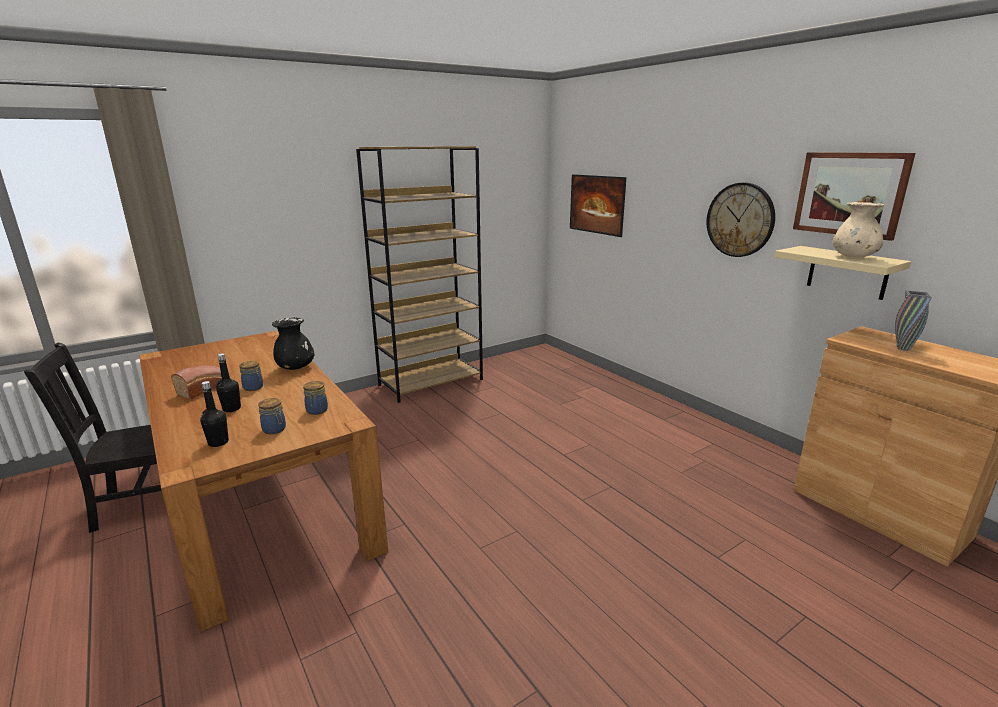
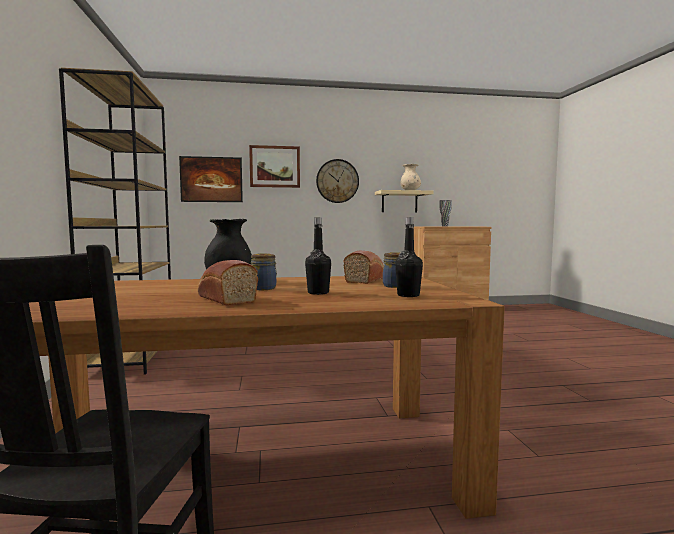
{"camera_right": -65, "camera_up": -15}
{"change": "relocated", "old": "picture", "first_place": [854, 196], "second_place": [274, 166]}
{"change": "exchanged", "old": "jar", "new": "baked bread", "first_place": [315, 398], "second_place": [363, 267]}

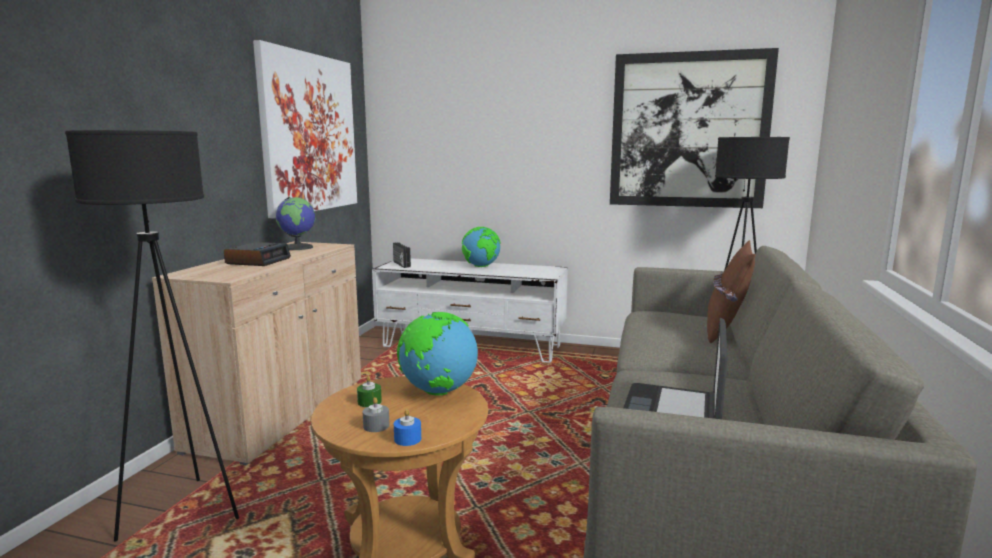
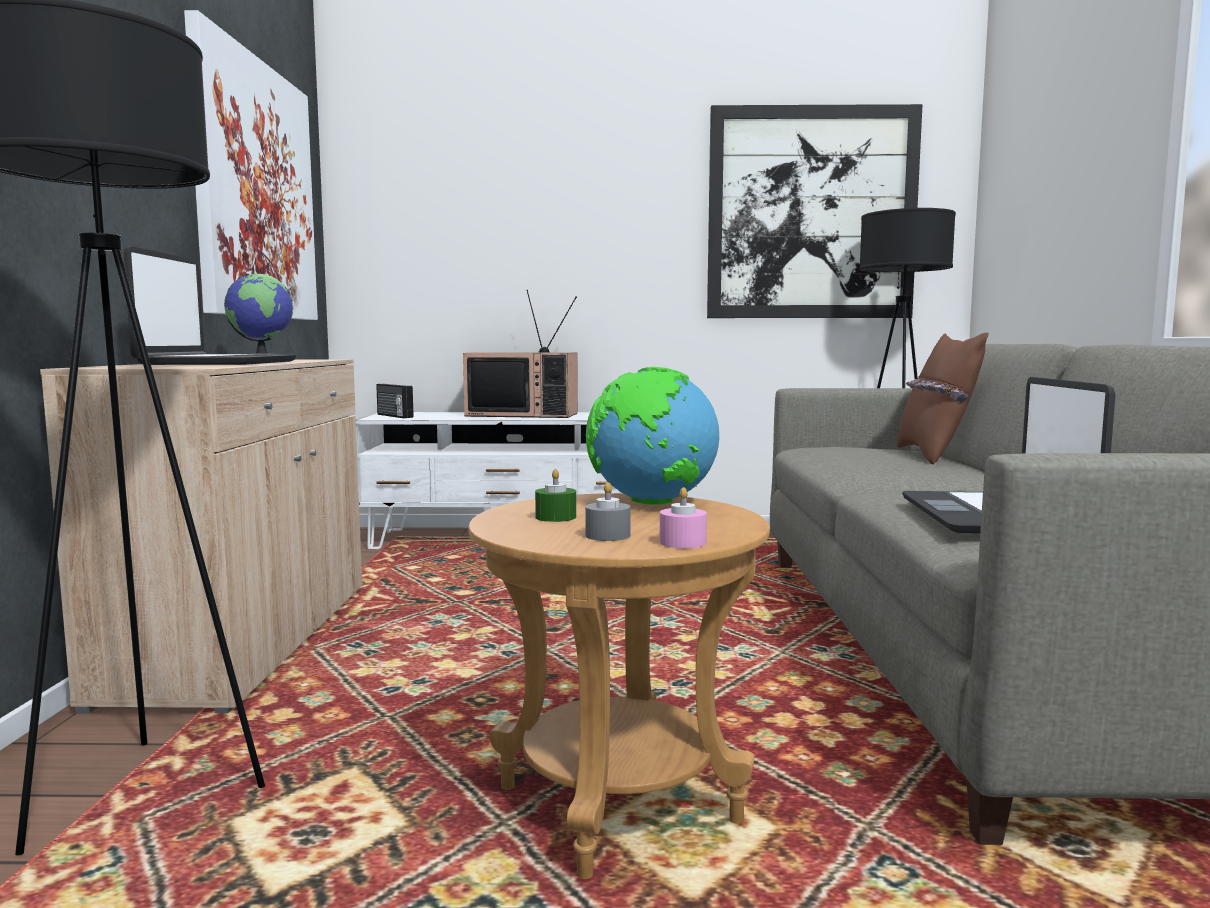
{"camera_right": -15, "camera_up": -5}
{"change": "exchanged", "old": "bedside clock", "new": "laptop", "first_place": [257, 254], "second_place": [209, 305]}
{"change": "exchanged", "old": "globe", "new": "TV set", "first_place": [481, 247], "second_place": [520, 354]}
{"change": "colour", "old": "wax light in blue-coloured", "new": "wax light in pink", "first_place": [407, 427], "second_place": [683, 517]}

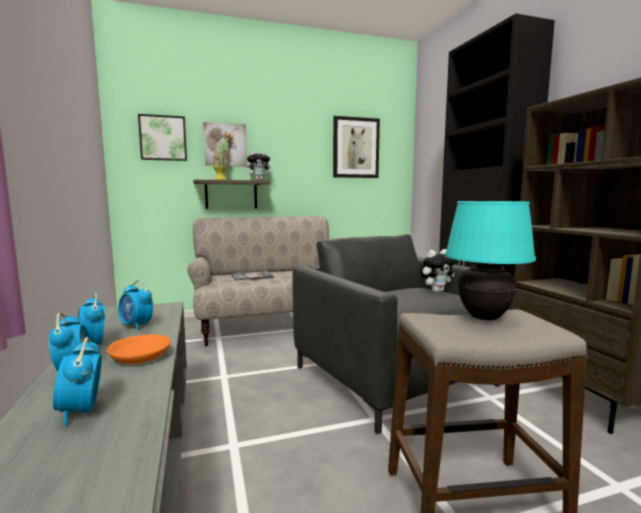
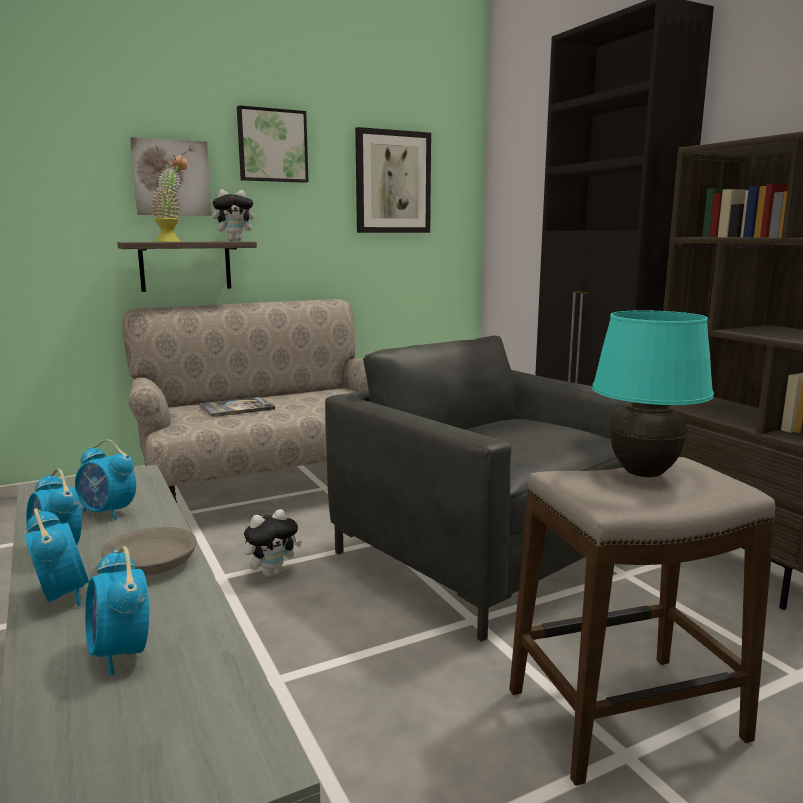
{"camera_right": -10, "camera_up": 5}
{"change": "colour", "old": "bowl in orange", "new": "bowl in gray", "first_place": [139, 349], "second_place": [149, 551]}
{"change": "relocated", "old": "picture", "first_place": [162, 137], "second_place": [273, 144]}
{"change": "relocated", "old": "plush toy", "first_place": [438, 270], "second_place": [273, 543]}

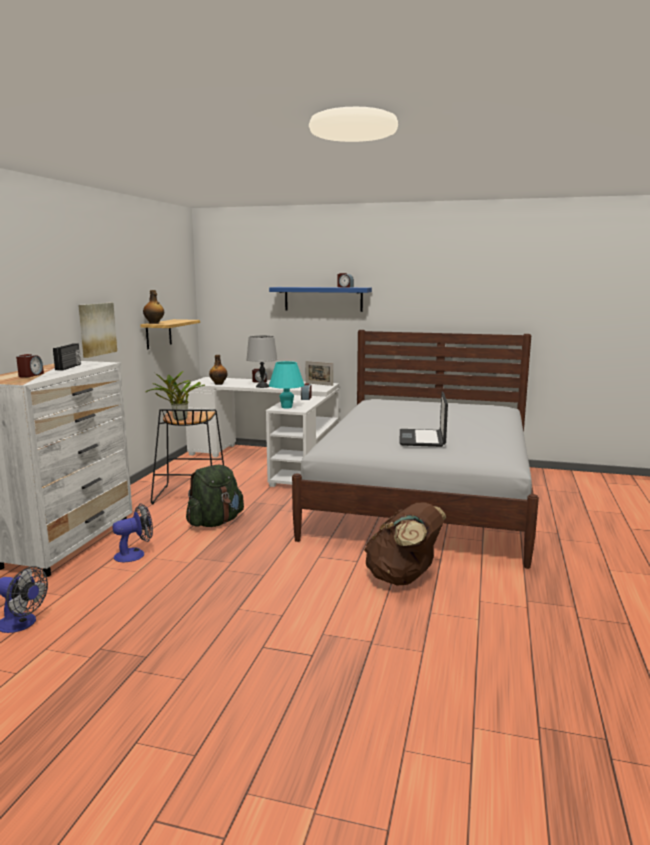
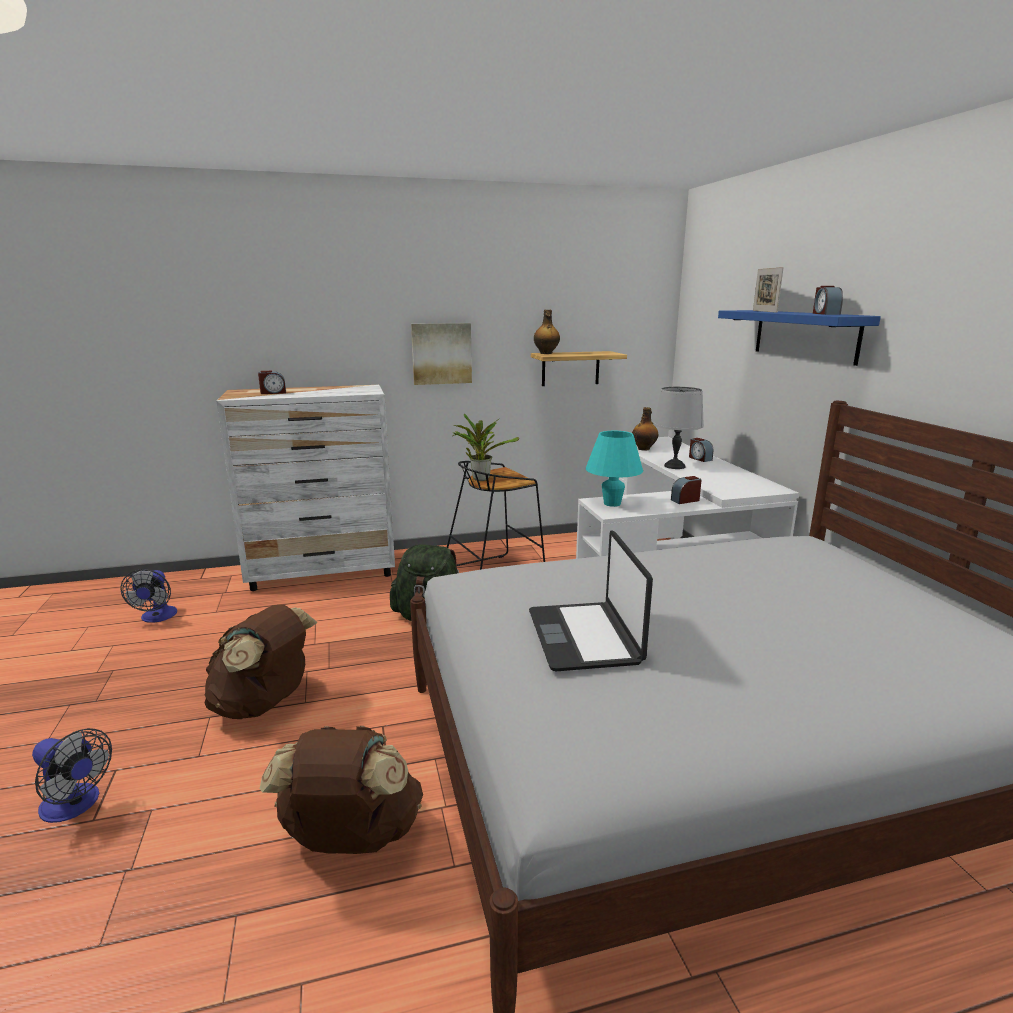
{"camera_right": 60, "camera_up": 5}
{"change": "relocated", "old": "electric fan", "first_place": [132, 532], "second_place": [72, 775]}
{"change": "appeared", "new": "backpack in brownish", "second_place": [261, 662]}
{"change": "spun", "old": "laptop", "first_place": [423, 419], "second_place": [591, 601], "degrees": -75}
{"change": "relocated", "old": "picture frame", "first_place": [319, 373], "second_place": [768, 290]}
{"change": "missing", "old": "radio receiver", "first_place": [67, 357]}

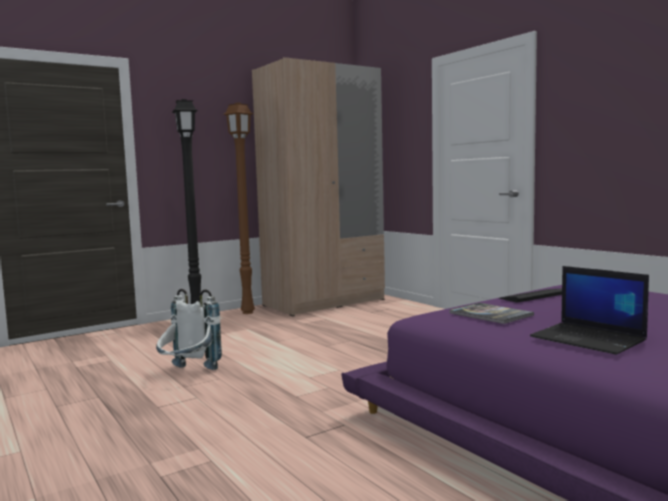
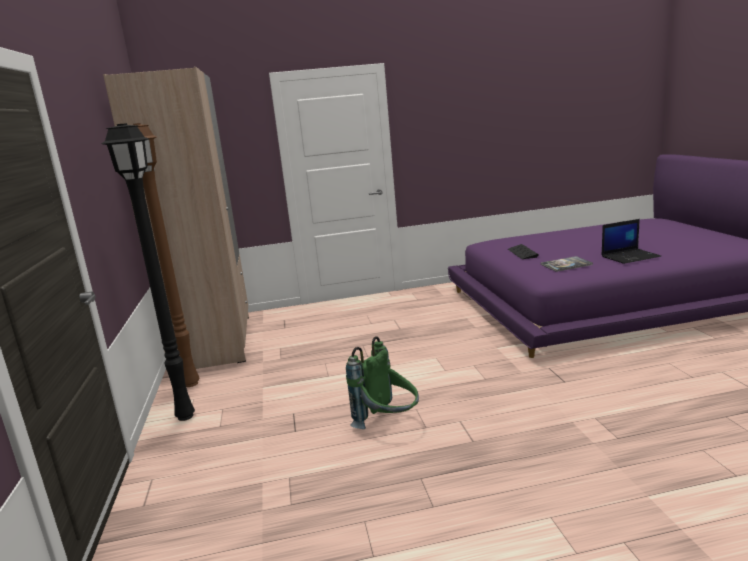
{"camera_right": -65, "camera_up": 10}
{"change": "colour", "old": "backpack in white", "new": "backpack in green", "first_place": [189, 329], "second_place": [382, 382]}

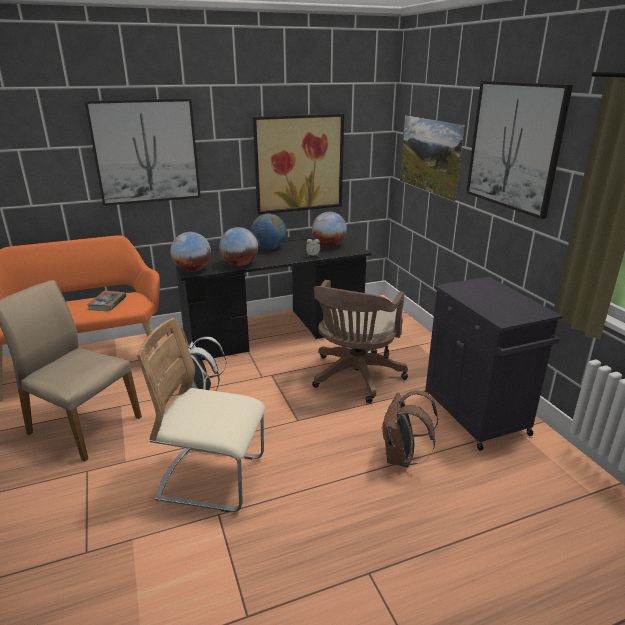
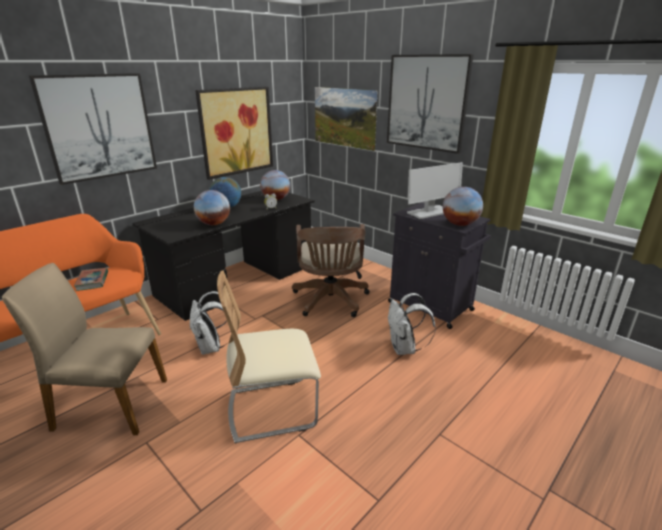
{"camera_right": -25, "camera_up": 0}
{"change": "colour", "old": "backpack in brownish", "new": "backpack in white", "first_place": [409, 429], "second_place": [412, 324]}
{"change": "appeared", "new": "monitor", "second_place": [435, 190]}
{"change": "relocated", "old": "globe", "first_place": [190, 252], "second_place": [463, 206]}

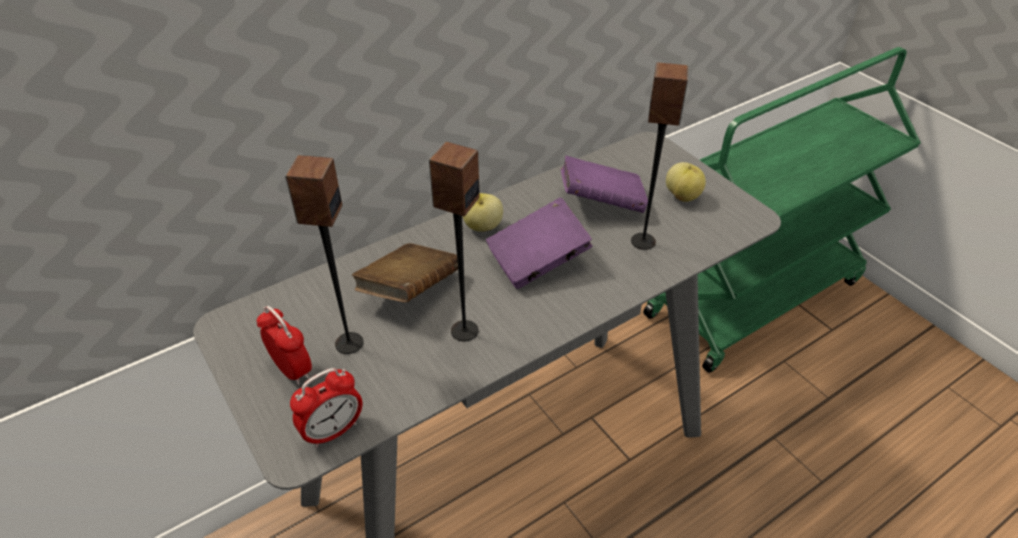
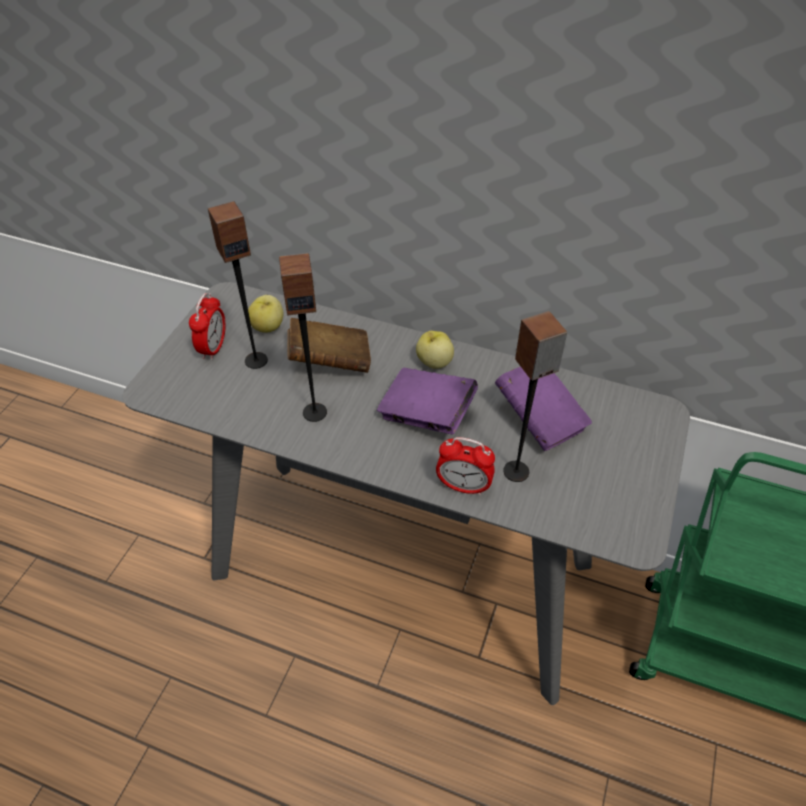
{"camera_right": 55, "camera_up": 5}
{"change": "relocated", "old": "whole apple", "first_place": [686, 182], "second_place": [266, 314]}
{"change": "relocated", "old": "bedside clock", "first_place": [326, 408], "second_place": [465, 466]}

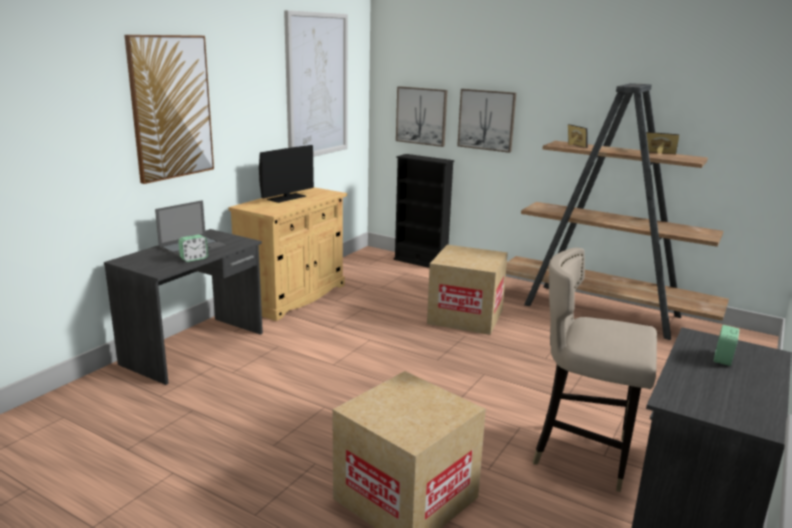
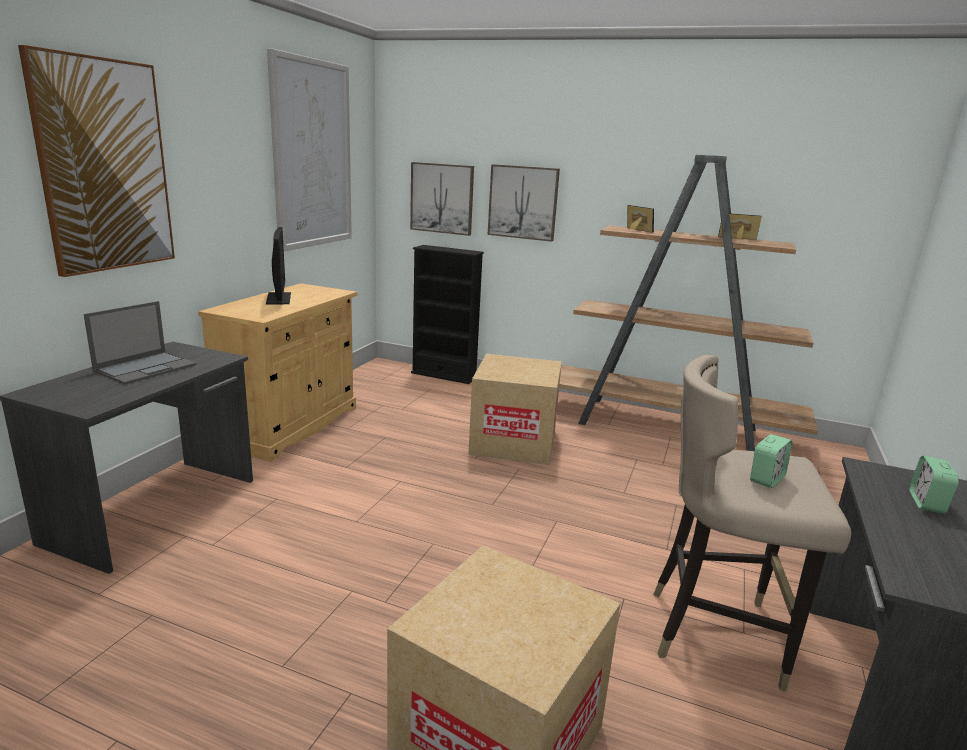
{"camera_right": -10, "camera_up": 0}
{"change": "spun", "old": "monitor", "first_place": [286, 174], "second_place": [278, 266], "degrees": -45}
{"change": "relocated", "old": "bedside clock", "first_place": [193, 248], "second_place": [771, 461]}

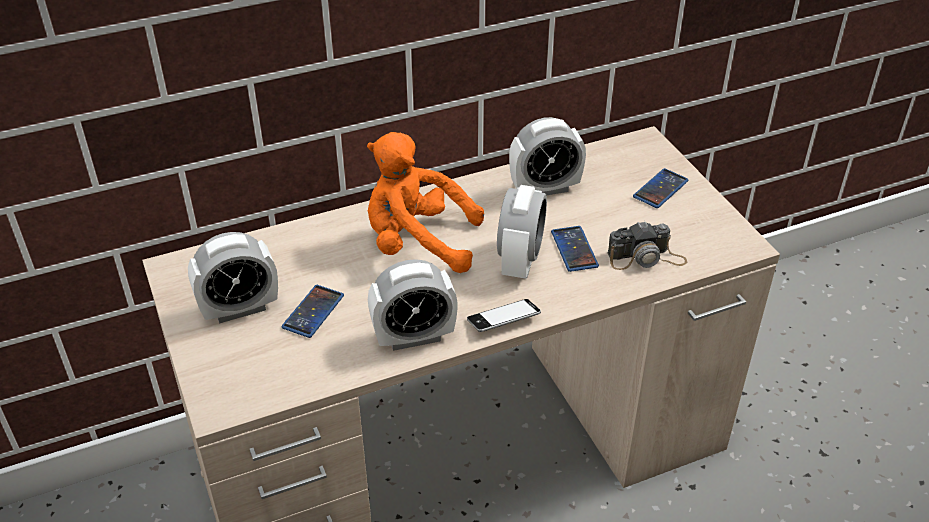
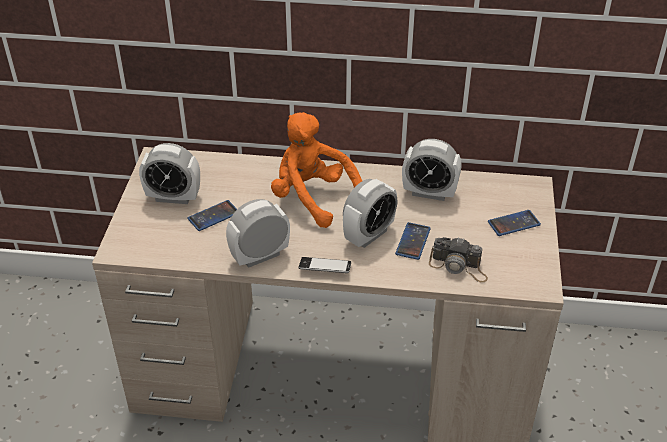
{"camera_right": 30, "camera_up": 0}
{"change": "spun", "old": "bedside clock", "first_place": [413, 305], "second_place": [258, 233], "degrees": 135}

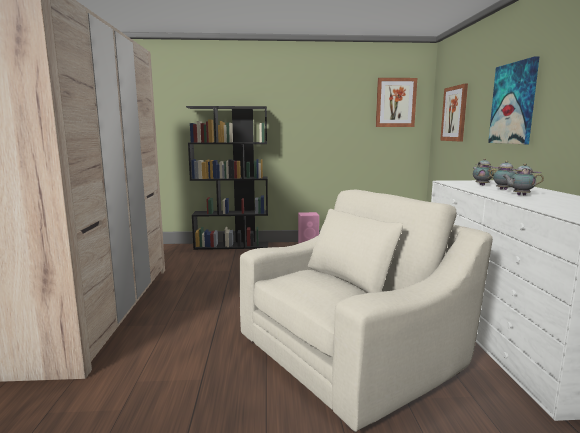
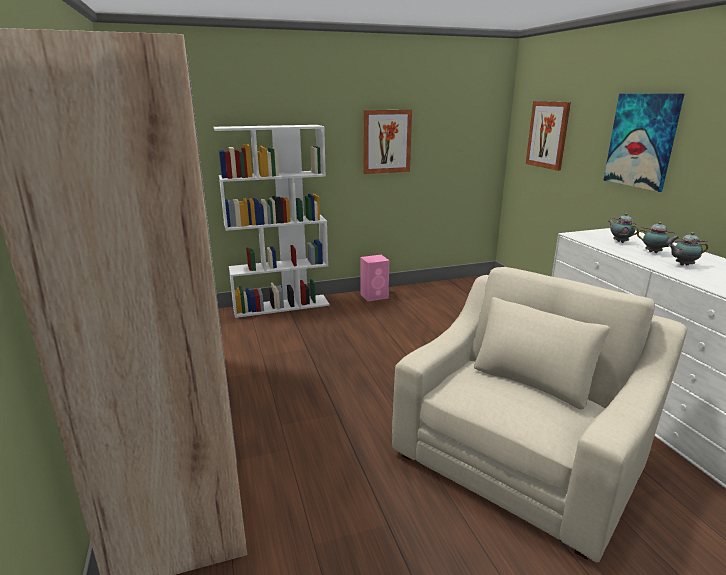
{"camera_right": -15, "camera_up": 10}
{"change": "colour", "old": "bookcase in blackish", "new": "bookcase in white", "first_place": [227, 178], "second_place": [271, 221]}
{"change": "relocated", "old": "picture", "first_place": [396, 102], "second_place": [387, 142]}

